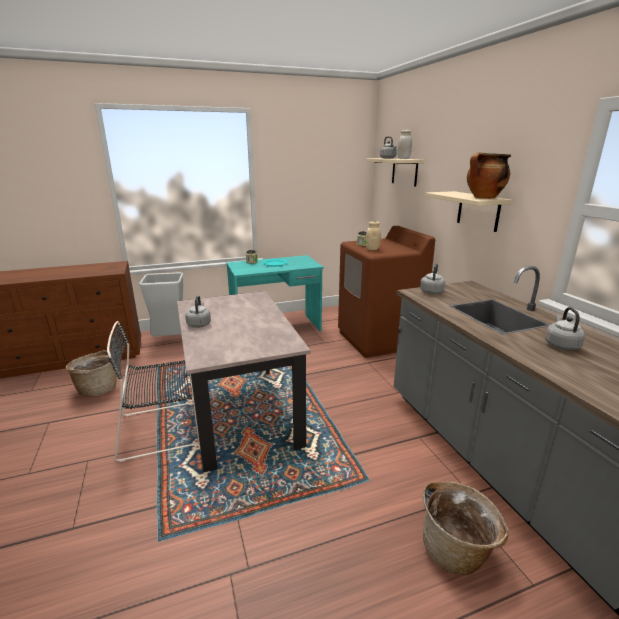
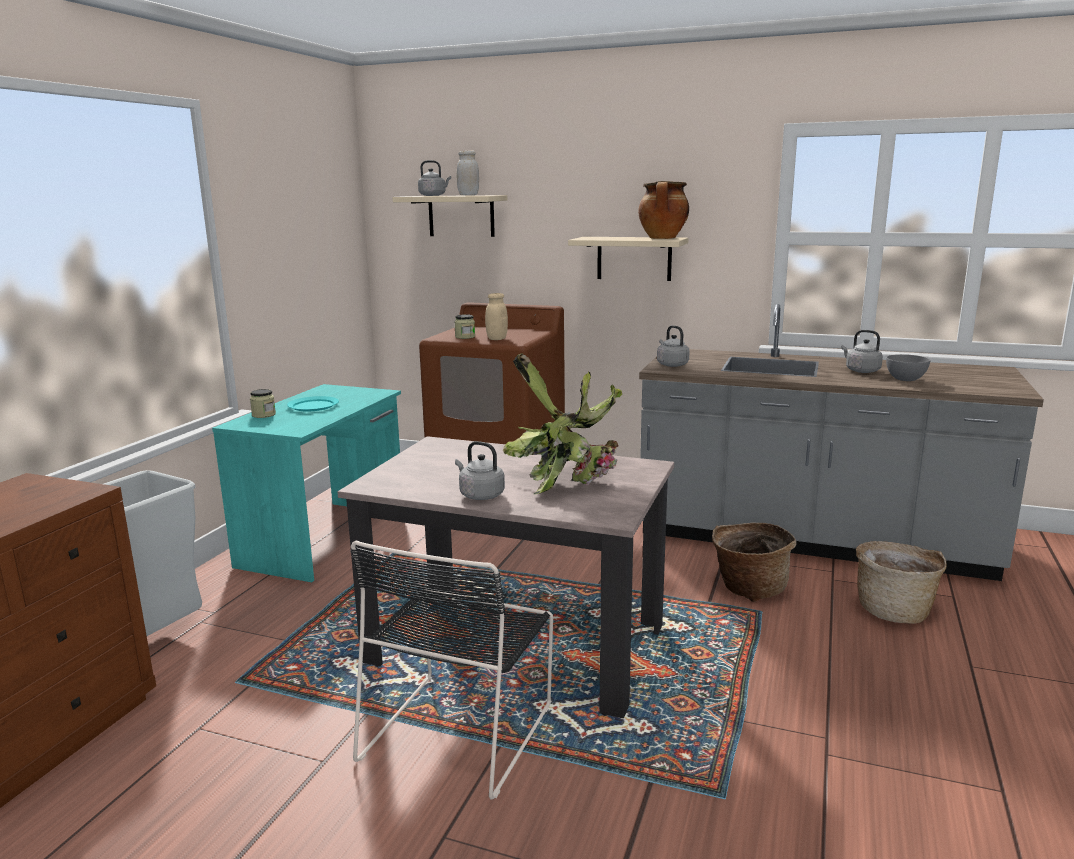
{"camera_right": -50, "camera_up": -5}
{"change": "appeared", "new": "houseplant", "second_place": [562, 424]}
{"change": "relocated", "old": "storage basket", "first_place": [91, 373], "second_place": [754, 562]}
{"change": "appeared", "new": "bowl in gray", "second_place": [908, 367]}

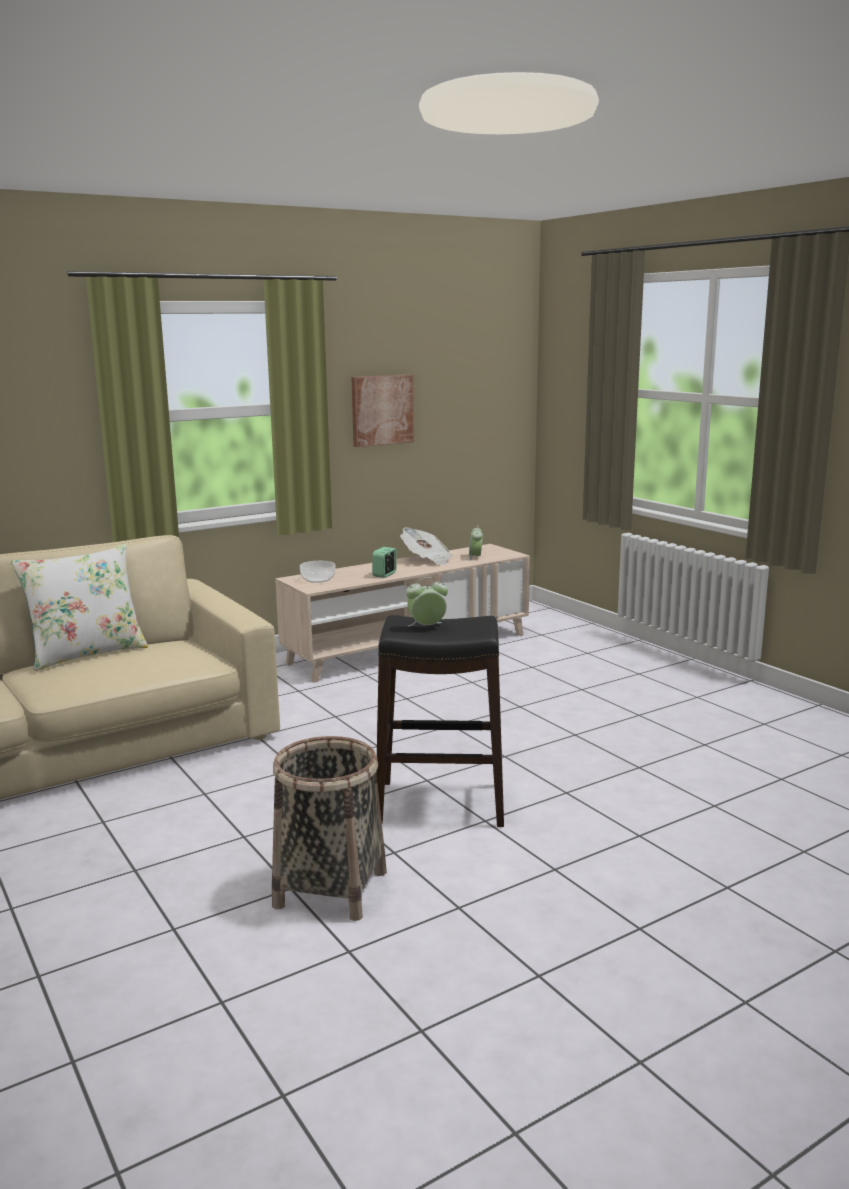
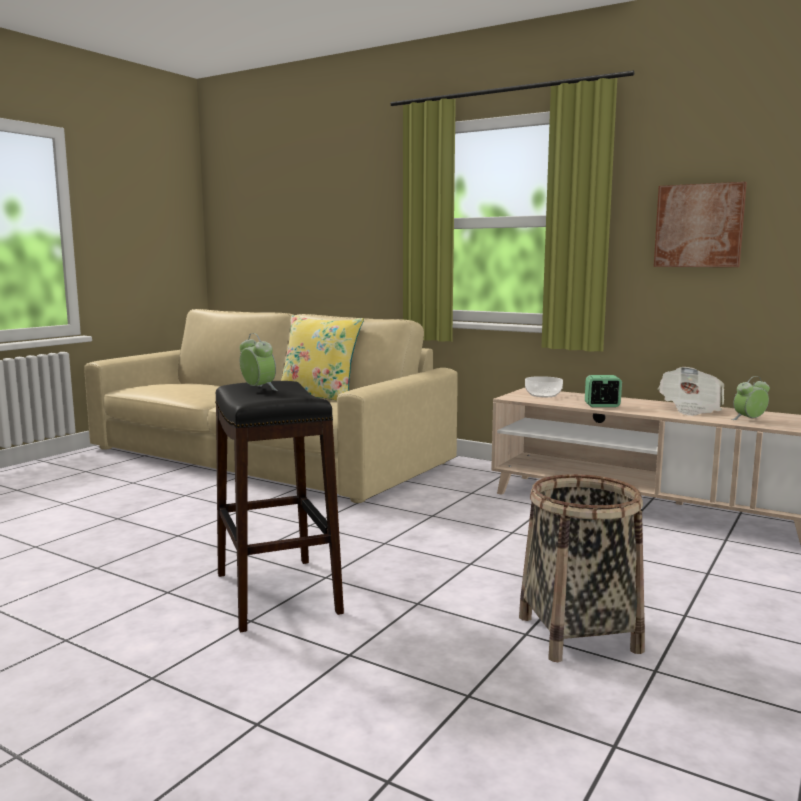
{"camera_right": 65, "camera_up": -5}
{"change": "colour", "old": "throw pillow in white", "new": "throw pillow in yellow", "first_place": [80, 607], "second_place": [322, 358]}
{"change": "relocated", "old": "storage basket", "first_place": [329, 828], "second_place": [582, 568]}

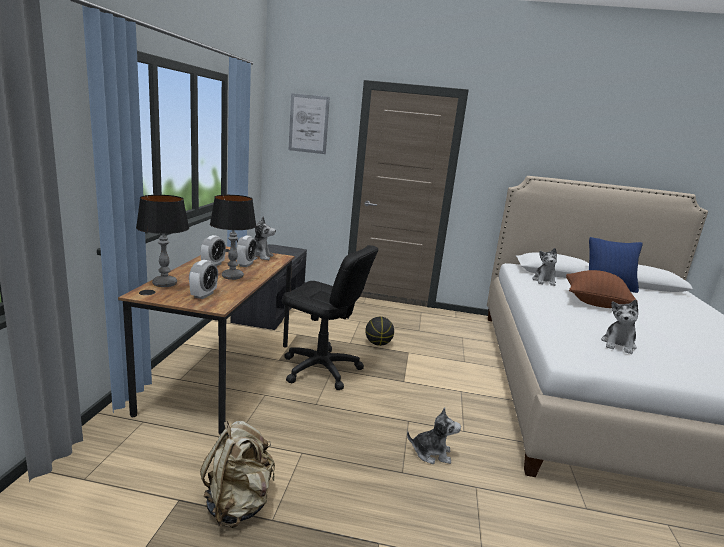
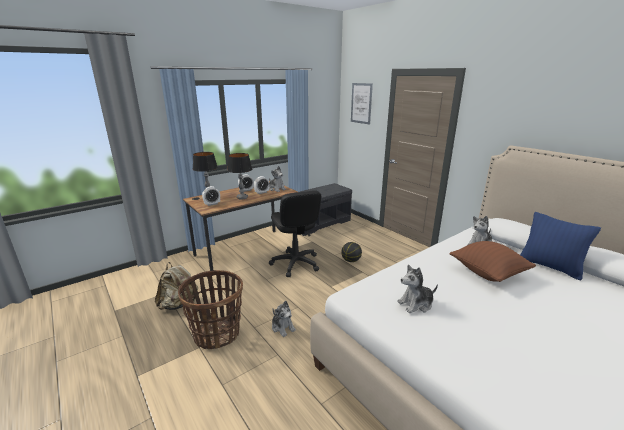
{"camera_right": 45, "camera_up": 5}
{"change": "appeared", "new": "storage basket", "second_place": [210, 310]}

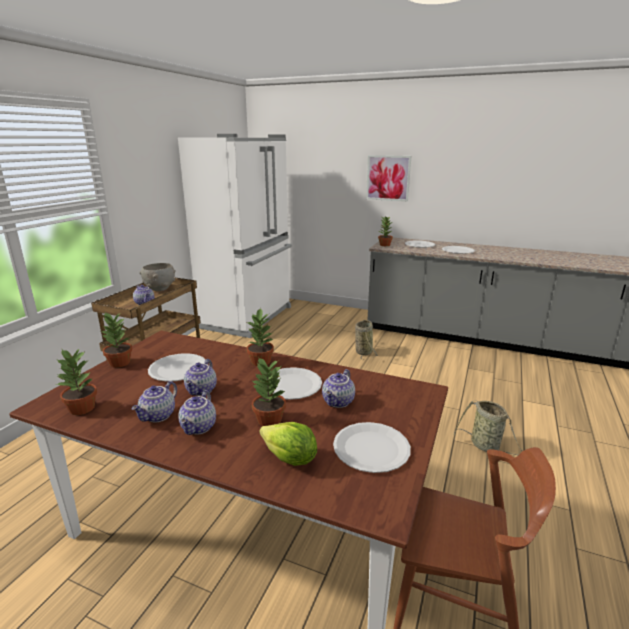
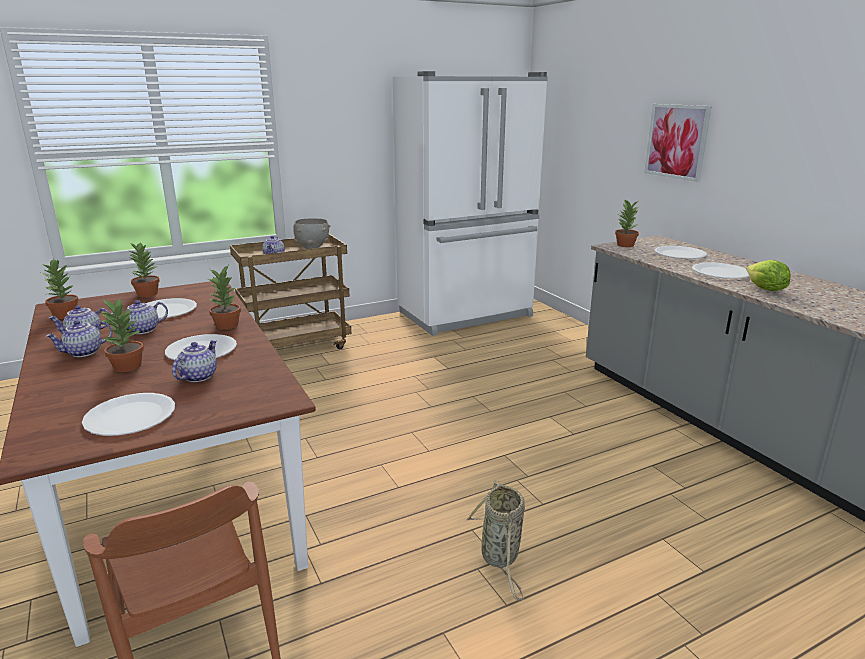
{"camera_right": 40, "camera_up": 0}
{"change": "spun", "old": "teapot", "first_place": [338, 388], "second_place": [194, 361], "degrees": 135}
{"change": "relocated", "old": "lettuce head", "first_place": [288, 444], "second_place": [768, 275]}
{"change": "missing", "old": "storage basket", "first_place": [366, 340]}

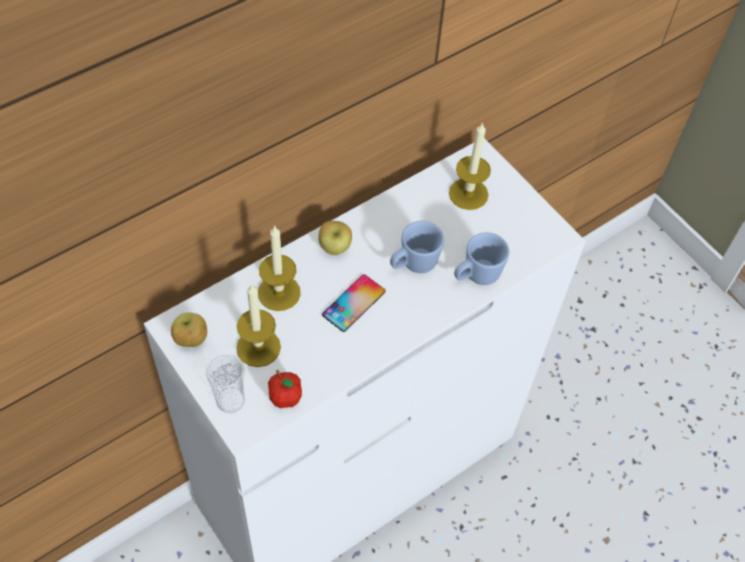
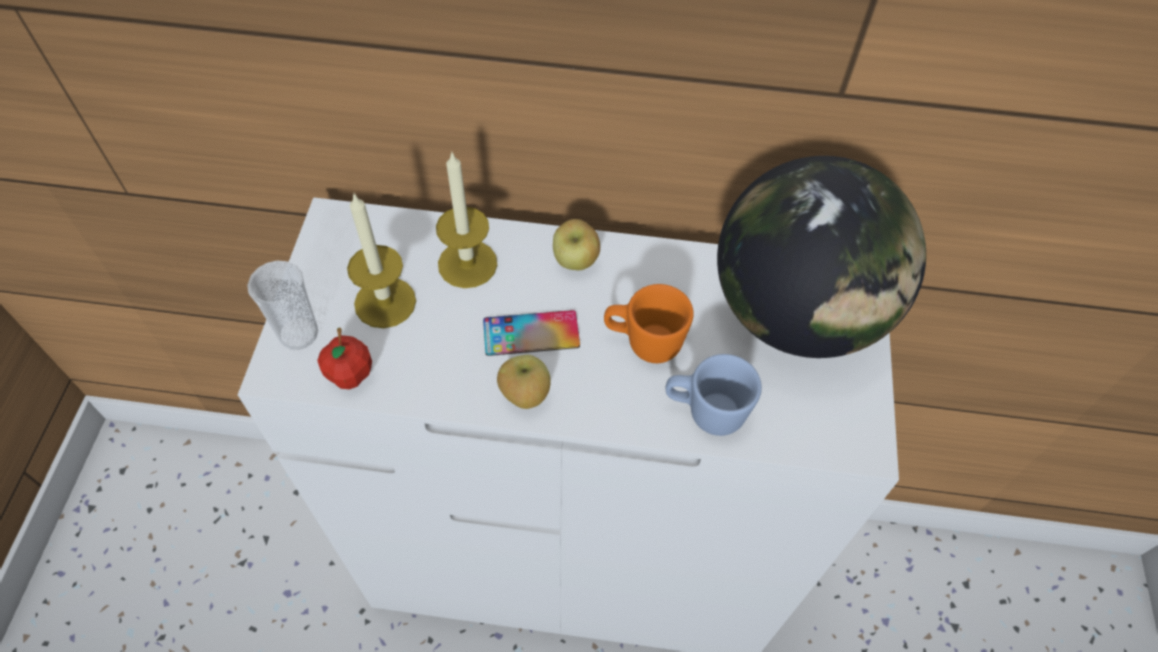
{"camera_right": 45, "camera_up": 0}
{"change": "relocated", "old": "whole apple", "first_place": [189, 330], "second_place": [524, 382]}
{"change": "colour", "old": "mug in blue-coloured", "new": "mug in orange", "first_place": [417, 247], "second_place": [649, 323]}
{"change": "exchanged", "old": "wax light", "new": "globe", "first_place": [470, 166], "second_place": [821, 257]}

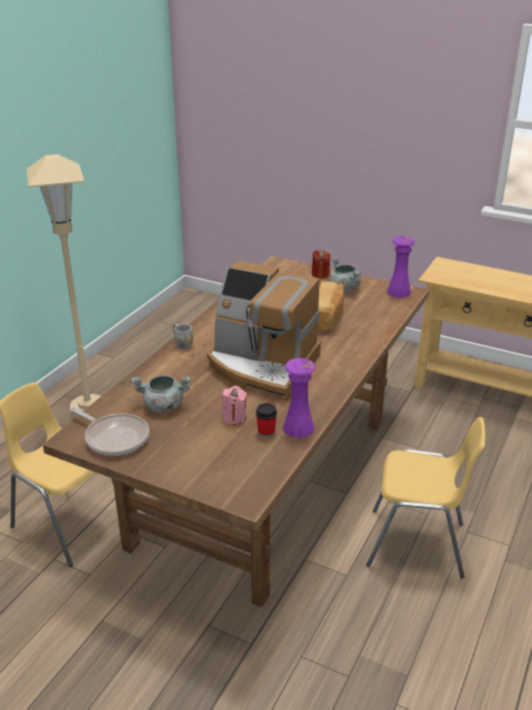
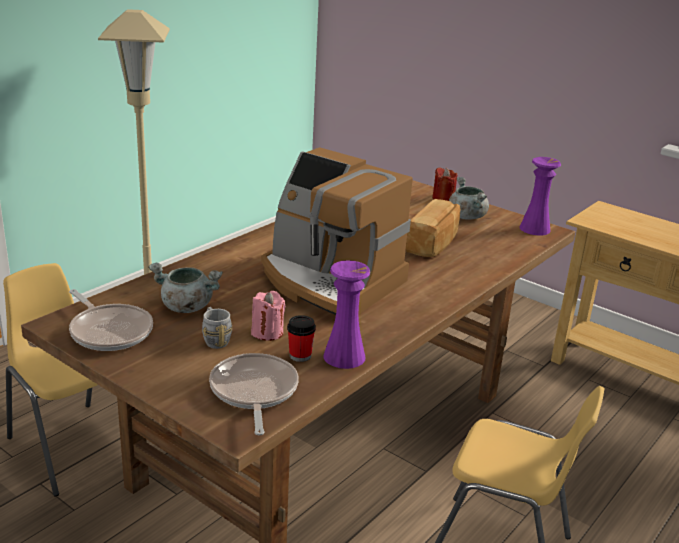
{"camera_right": 10, "camera_up": -5}
{"change": "relocated", "old": "mug in gray", "first_place": [183, 337], "second_place": [217, 328]}
{"change": "appeared", "new": "frying pan", "second_place": [253, 394]}

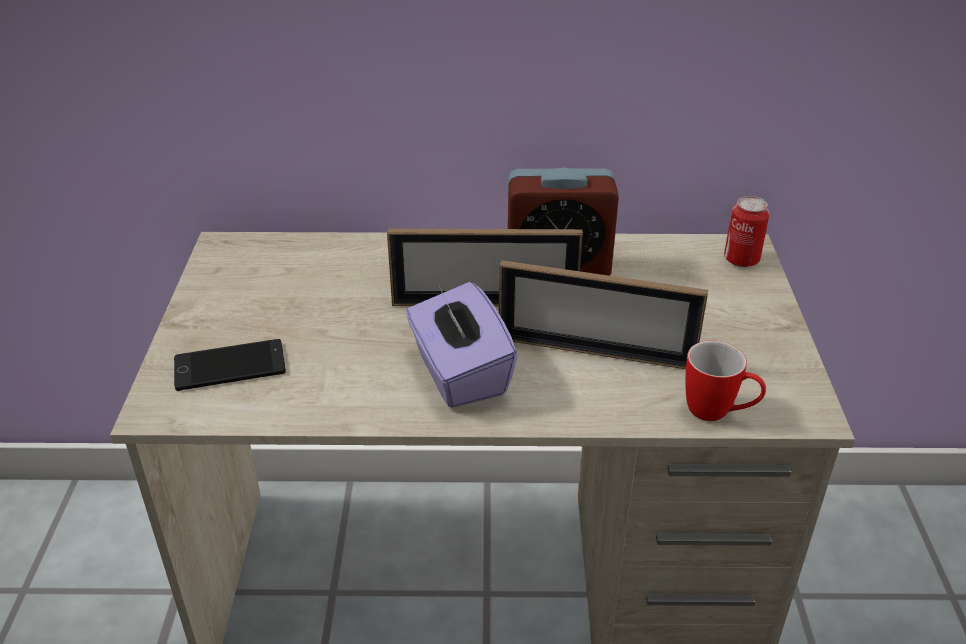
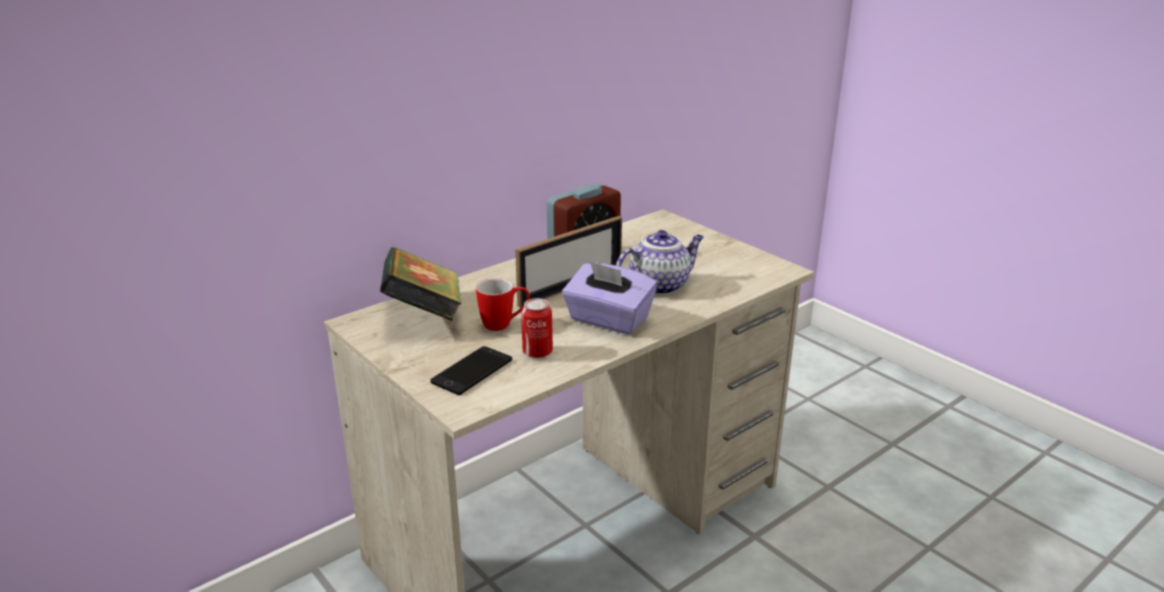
{"camera_right": -40, "camera_up": -10}
{"change": "appeared", "new": "volume", "second_place": [421, 284]}
{"change": "relocated", "old": "mug", "first_place": [725, 381], "second_place": [503, 304]}
{"change": "relocated", "old": "sealed can", "first_place": [746, 231], "second_place": [537, 328]}
{"change": "exchanged", "old": "picture frame", "new": "teapot", "first_place": [603, 314], "second_place": [660, 262]}

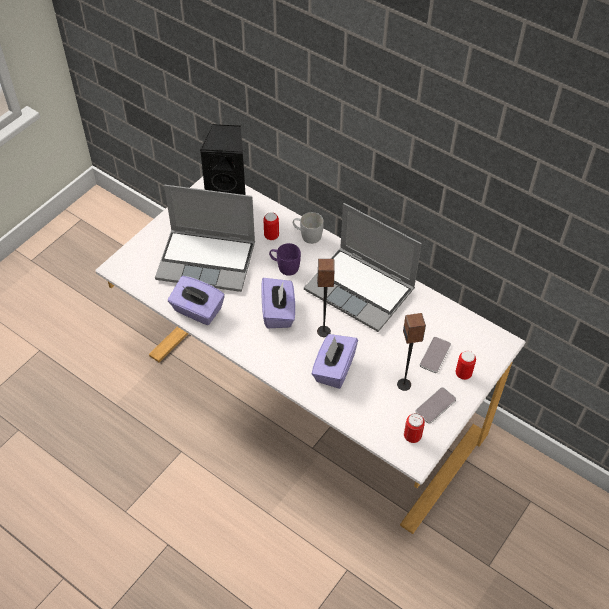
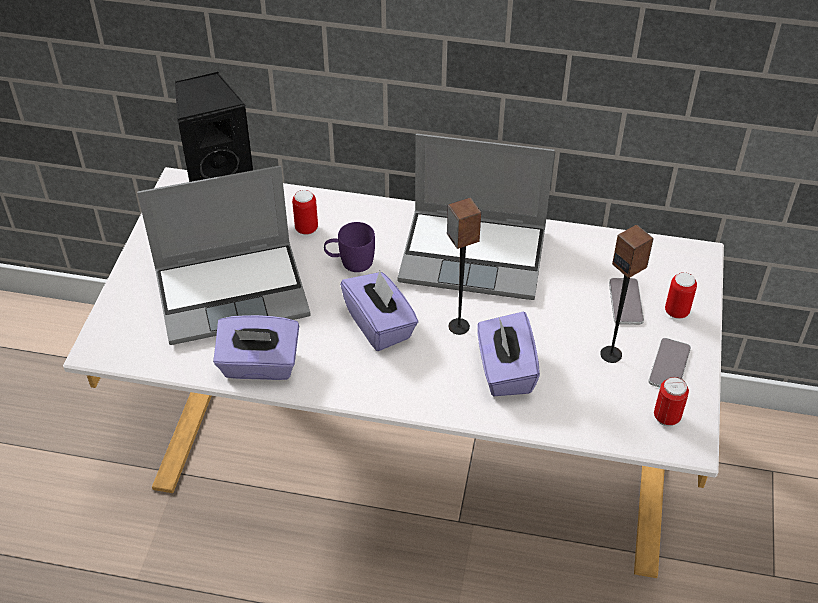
{"camera_right": -25, "camera_up": -5}
{"change": "missing", "old": "mug in white", "first_place": [308, 228]}

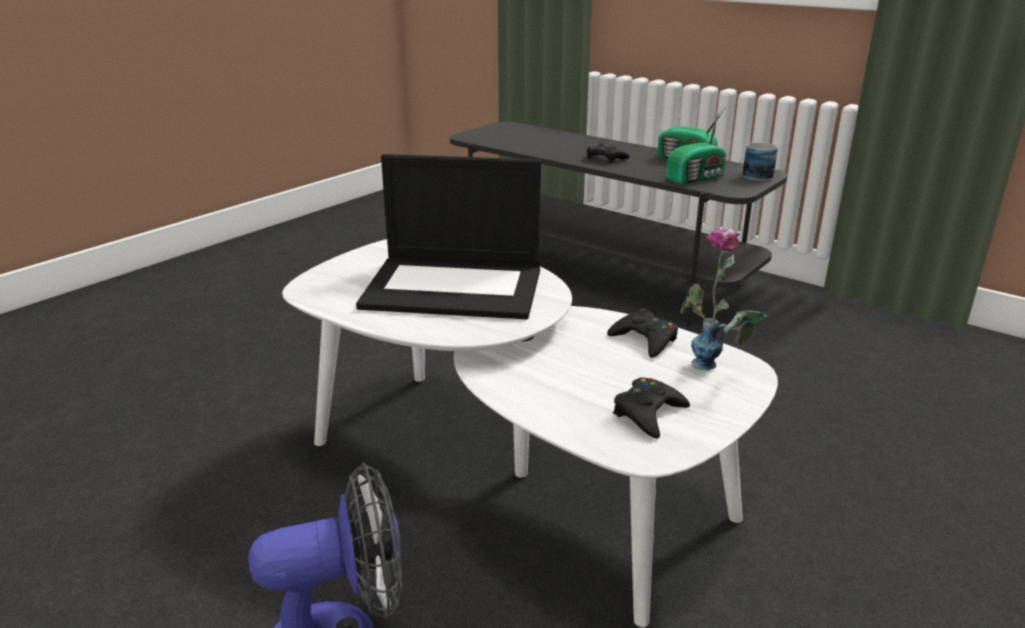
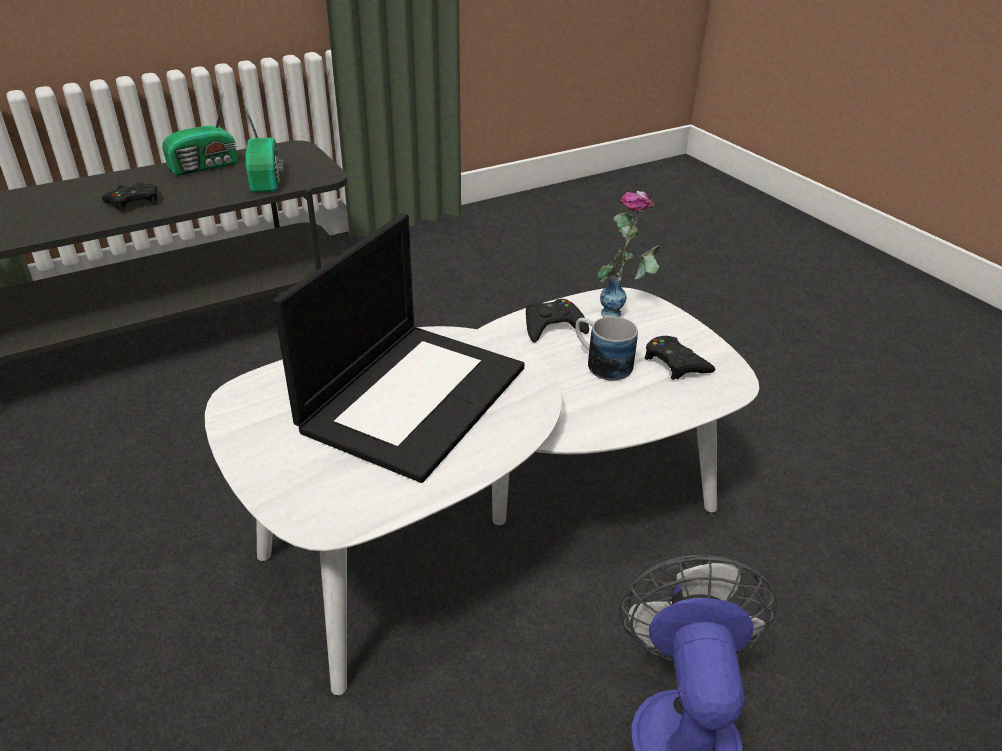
{"camera_right": -70, "camera_up": 10}
{"change": "relocated", "old": "mug", "first_place": [760, 161], "second_place": [606, 348]}

